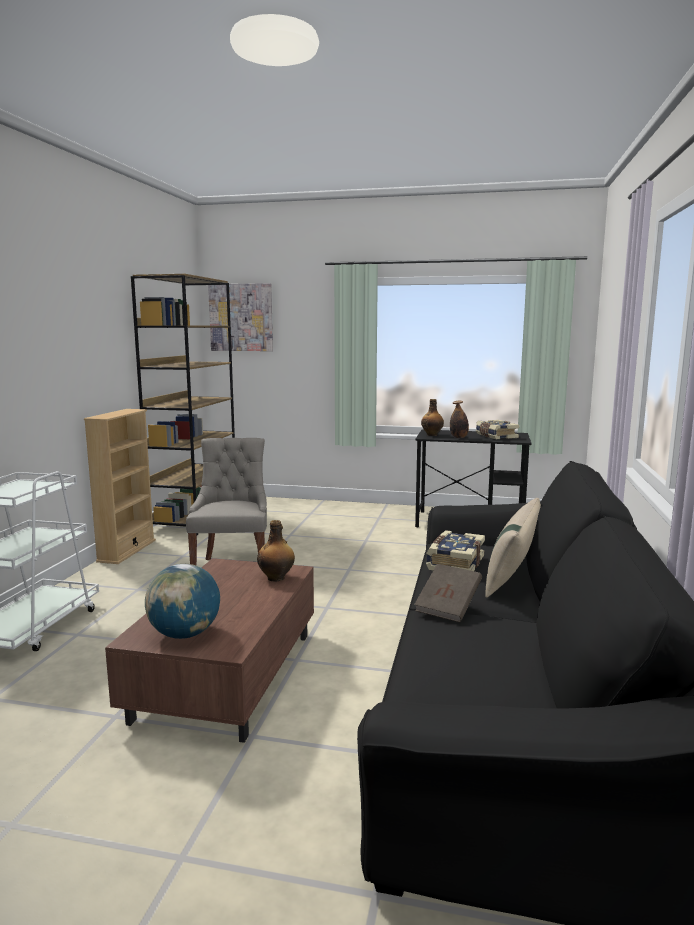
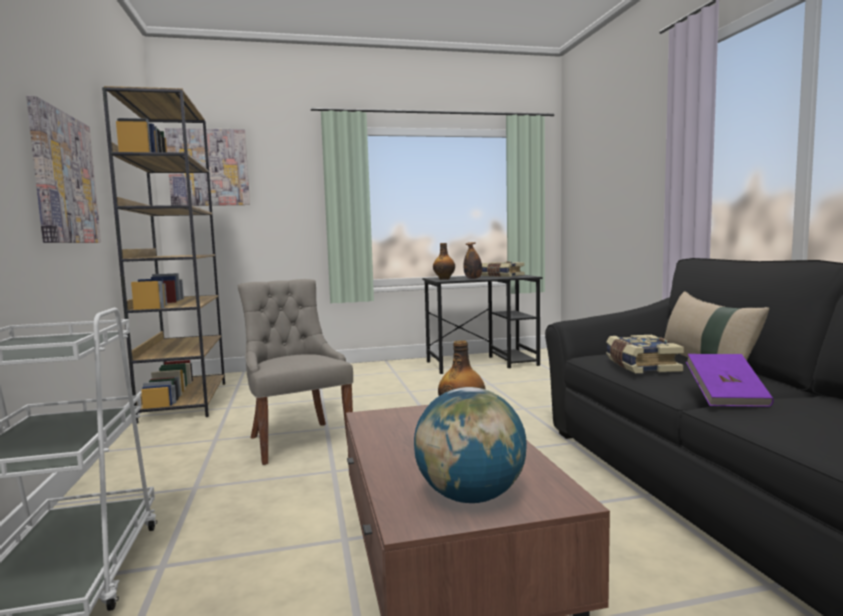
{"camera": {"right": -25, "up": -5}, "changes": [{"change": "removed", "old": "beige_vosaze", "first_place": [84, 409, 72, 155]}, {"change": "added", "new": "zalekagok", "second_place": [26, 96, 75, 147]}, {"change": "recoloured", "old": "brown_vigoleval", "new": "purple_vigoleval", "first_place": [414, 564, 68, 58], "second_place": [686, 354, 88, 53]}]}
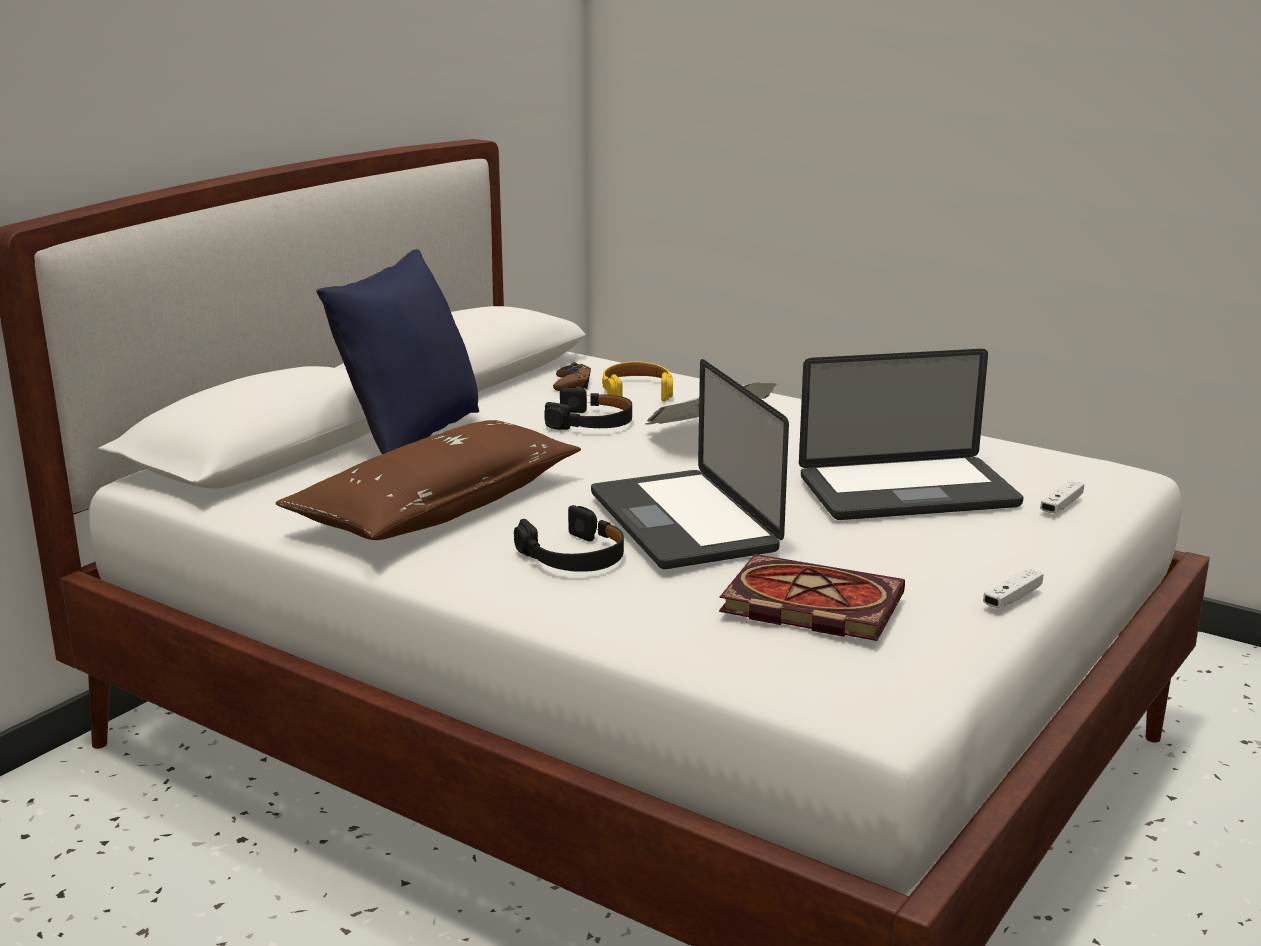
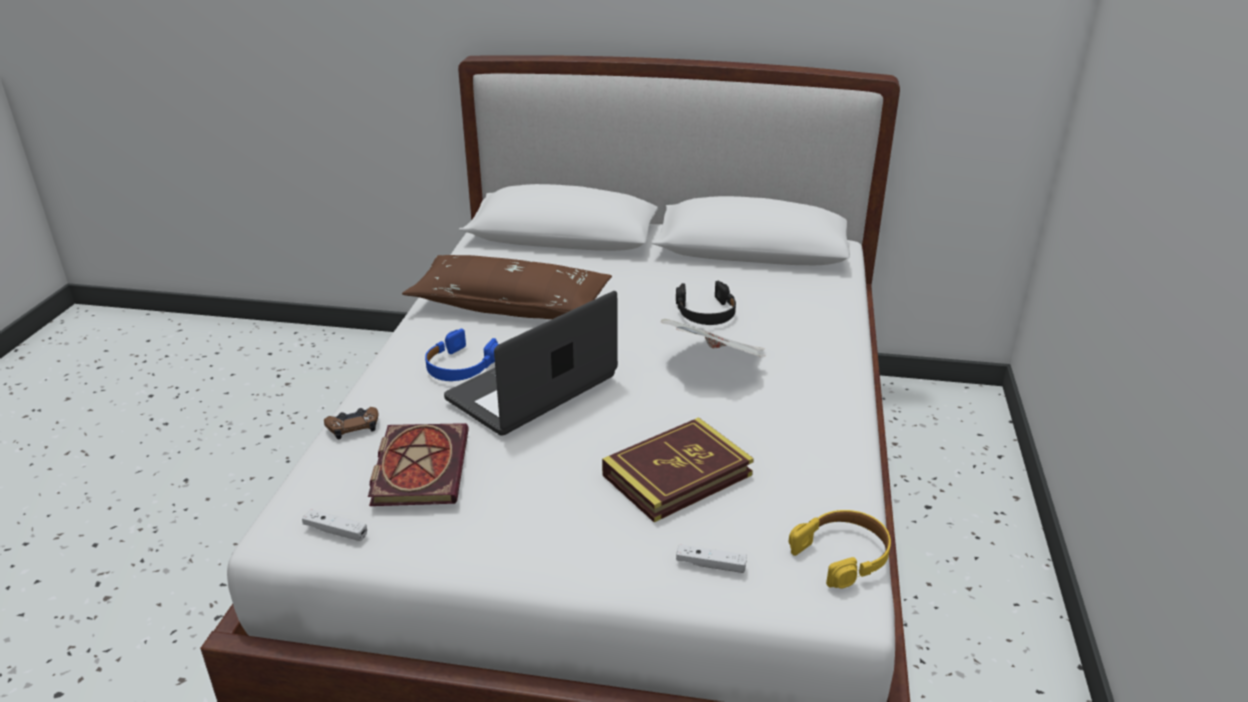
{"camera": {"right": 65, "up": 10}, "changes": [{"change": "removed", "old": "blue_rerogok", "first_place": [316, 249, 163, 205]}, {"change": "moved", "old": "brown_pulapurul", "first_place": [553, 362, 38, 29], "second_place": [324, 407, 54, 32]}, {"change": "moved", "old": "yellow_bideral", "first_place": [602, 362, 71, 40], "second_place": [789, 510, 102, 78]}, {"change": "moved", "old": "white_pulapurul", "first_place": [983, 568, 60, 40], "second_place": [302, 509, 65, 32]}, {"change": "replaced", "old": "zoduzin", "new": "vigoleval", "first_place": [799, 349, 224, 171], "second_place": [602, 417, 152, 105]}, {"change": "recoloured", "old": "black_bideral", "new": "blue_bideral", "first_place": [514, 505, 110, 67], "second_place": [425, 329, 74, 52]}]}
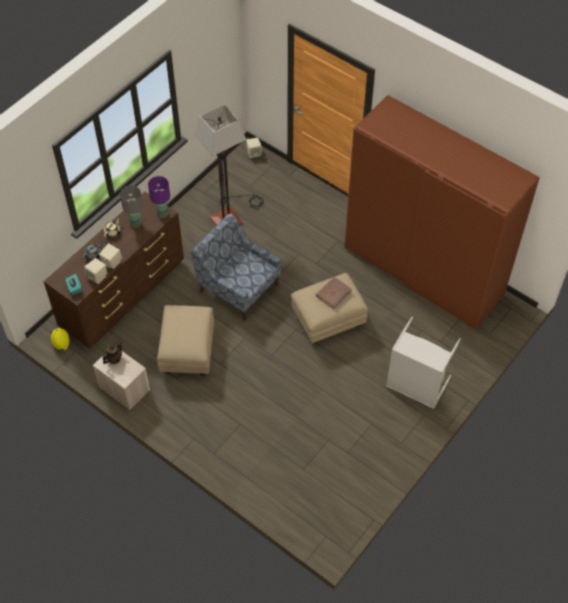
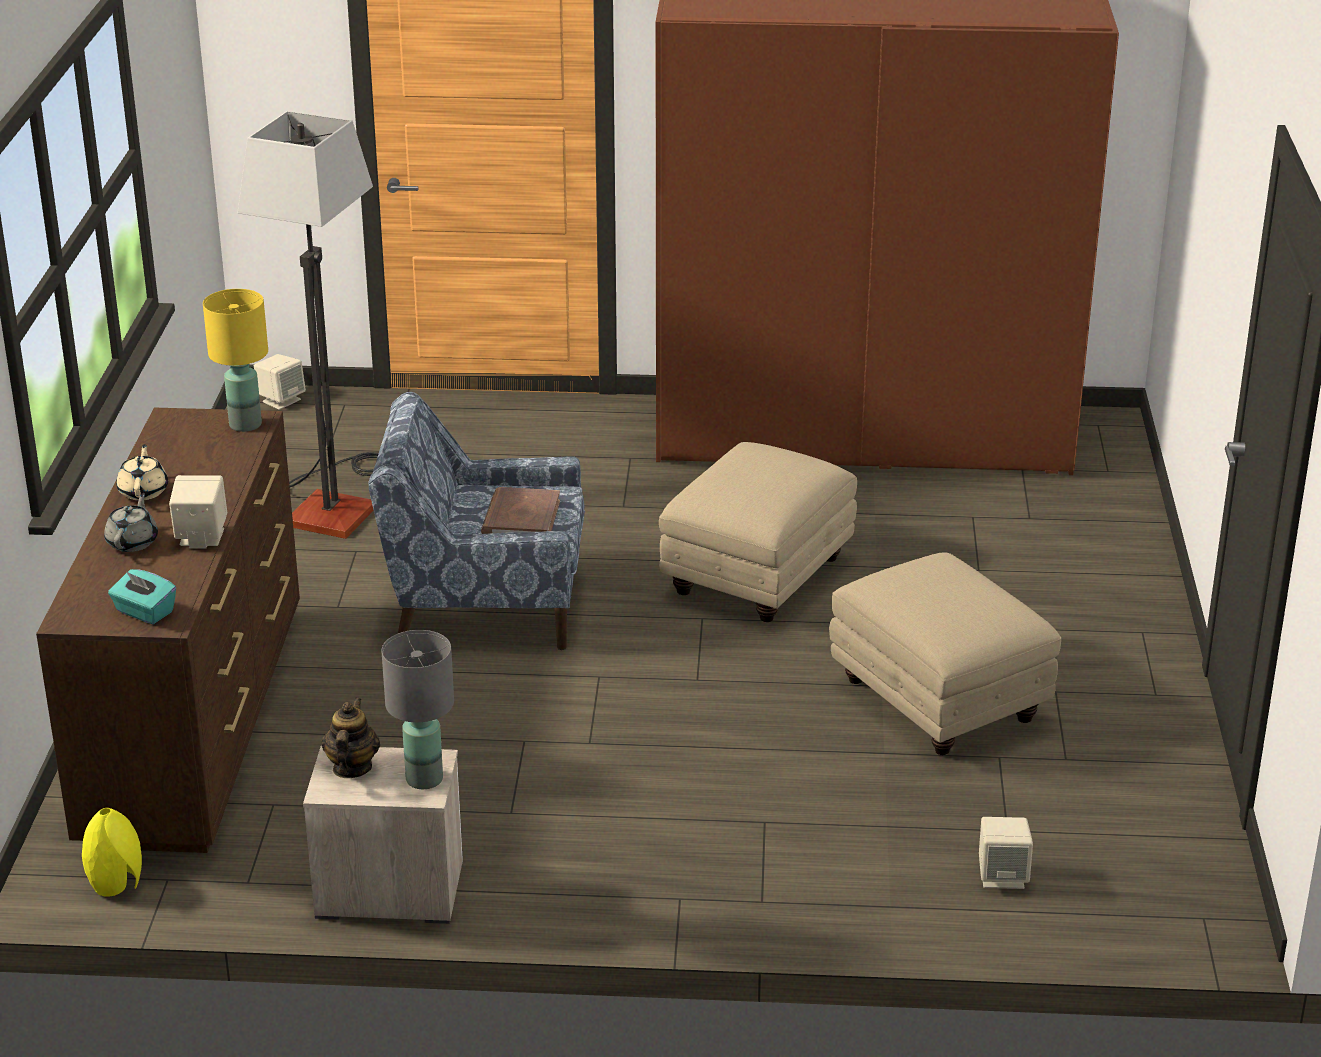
{"camera": {"right": -35, "up": -25}, "changes": [{"change": "removed", "old": "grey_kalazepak", "first_place": [386, 317, 75, 92]}, {"change": "moved", "old": "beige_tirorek", "first_place": [85, 258, 22, 26], "second_place": [979, 817, 54, 72]}, {"change": "moved", "old": "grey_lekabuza", "first_place": [120, 186, 23, 42], "second_place": [381, 630, 73, 159]}, {"change": "moved", "old": "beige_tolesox", "first_place": [157, 305, 57, 71], "second_place": [829, 552, 232, 203]}, {"change": "moved", "old": "brown_vigoleval", "first_place": [316, 277, 36, 32], "second_place": [481, 487, 79, 47]}, {"change": "recoloured", "old": "purple_lekabuza", "new": "yellow_lekabuza", "first_place": [148, 176, 22, 42], "second_place": [203, 289, 65, 143]}]}
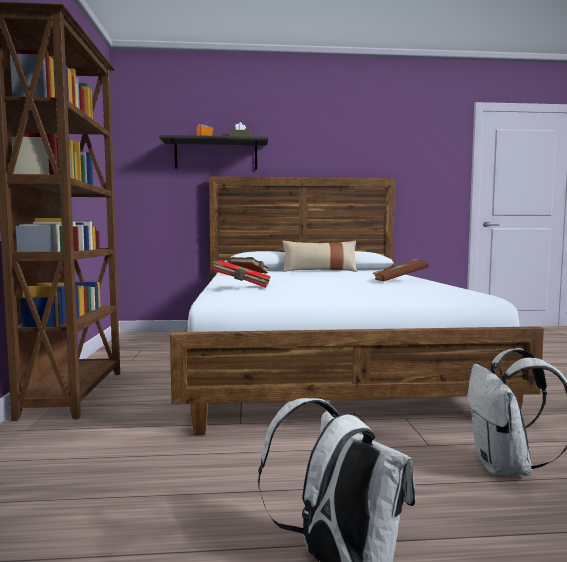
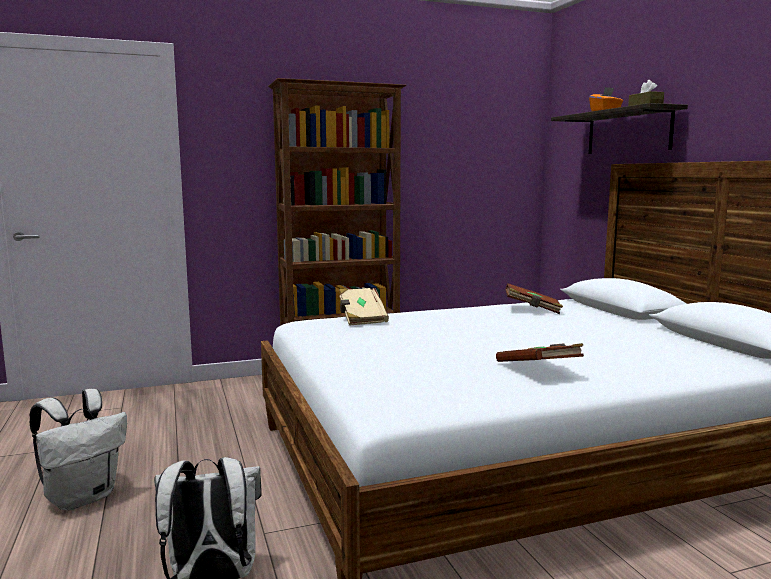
{"camera": {"right": 75, "up": 5}, "changes": [{"change": "removed", "old": "beige_rerogok", "first_place": [283, 241, 75, 31]}, {"change": "recoloured", "old": "red_vigoleval", "new": "beige_vigoleval", "first_place": [211, 260, 60, 28], "second_place": [339, 288, 50, 38]}]}
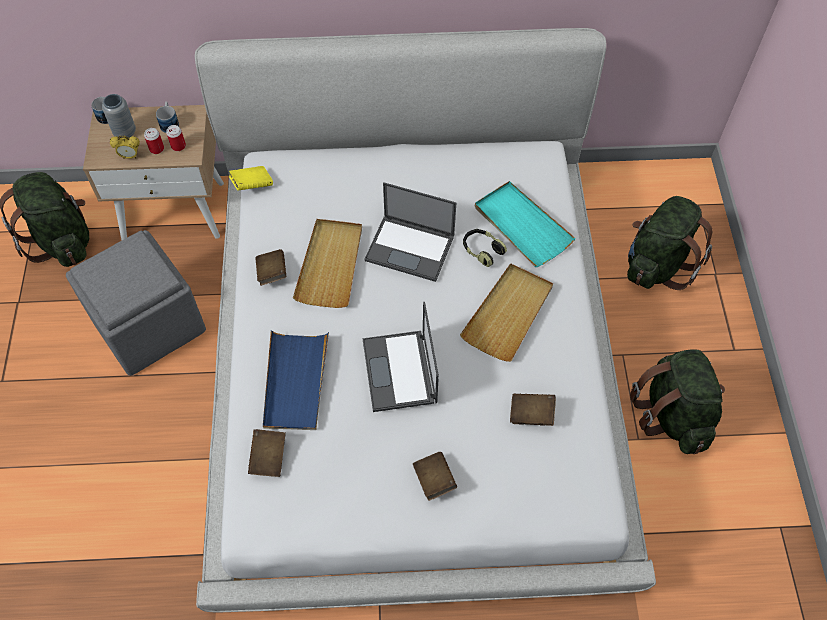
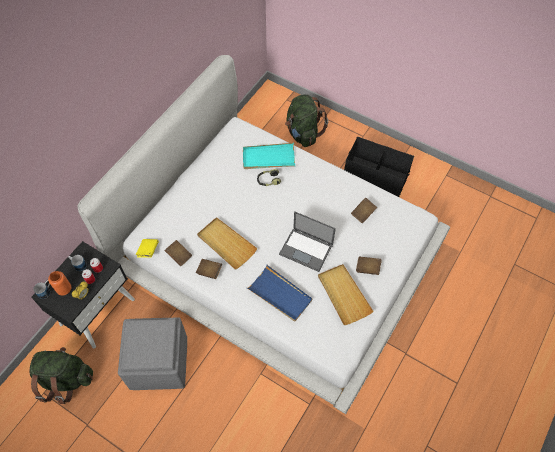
{"camera": {"right": -55, "up": 0}, "changes": [{"change": "removed", "old": "zoduzin", "first_place": [365, 182, 91, 100]}, {"change": "moved", "old": "brown_vigoleval", "first_place": [248, 429, 38, 48], "second_place": [165, 240, 27, 26]}, {"change": "moved", "old": "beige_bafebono", "first_place": [460, 263, 93, 99], "second_place": [318, 264, 56, 61]}, {"change": "replaced", "old": "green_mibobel", "new": "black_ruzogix", "first_place": [630, 350, 95, 104], "second_place": [344, 136, 70, 61]}, {"change": "recoloured", "old": "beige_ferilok", "new": "black_ferilok", "first_place": [83, 105, 141, 135], "second_place": [31, 241, 104, 108]}, {"change": "recoloured", "old": "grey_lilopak", "new": "orange_lilopak", "first_place": [102, 94, 34, 44], "second_place": [48, 271, 23, 25]}]}
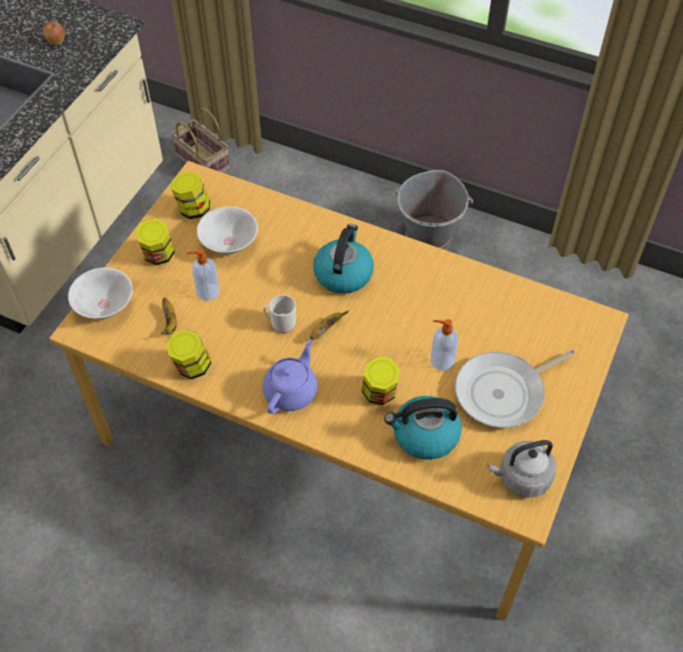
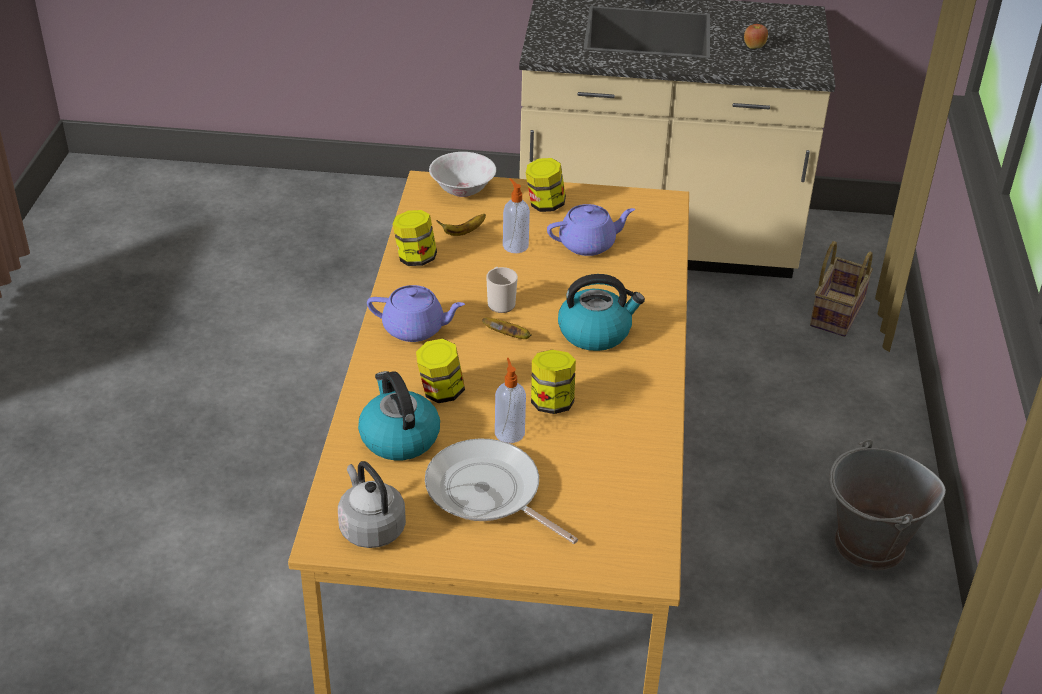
{"camera": {"right": 70, "up": -15}, "changes": [{"change": "moved", "old": "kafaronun", "first_place": [171, 171, 39, 48], "second_place": [531, 350, 45, 64]}, {"change": "replaced", "old": "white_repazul", "new": "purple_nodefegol", "first_place": [197, 206, 61, 48], "second_place": [547, 204, 88, 52]}]}
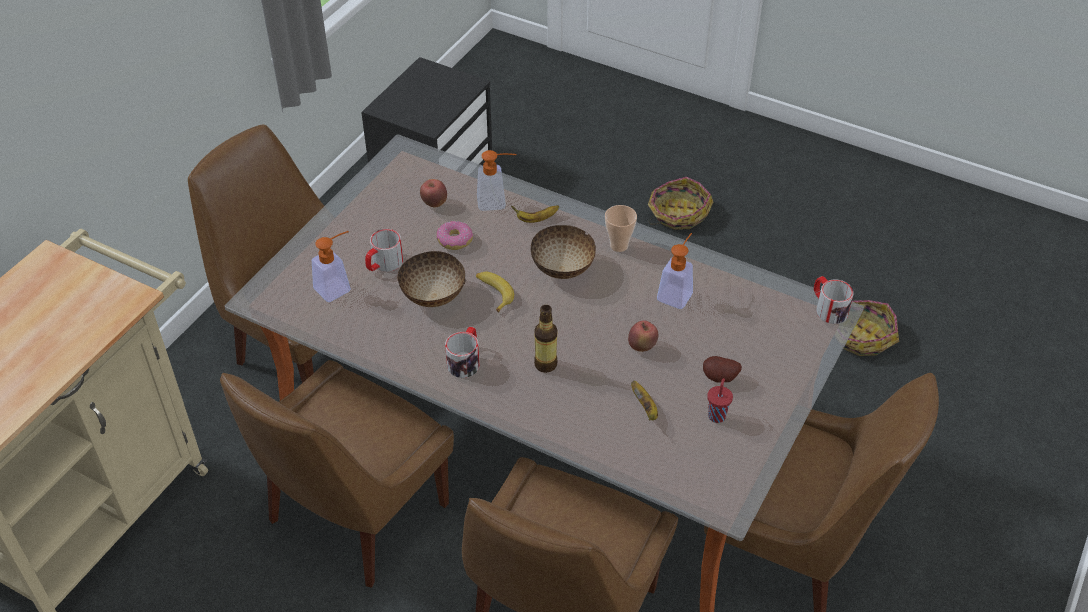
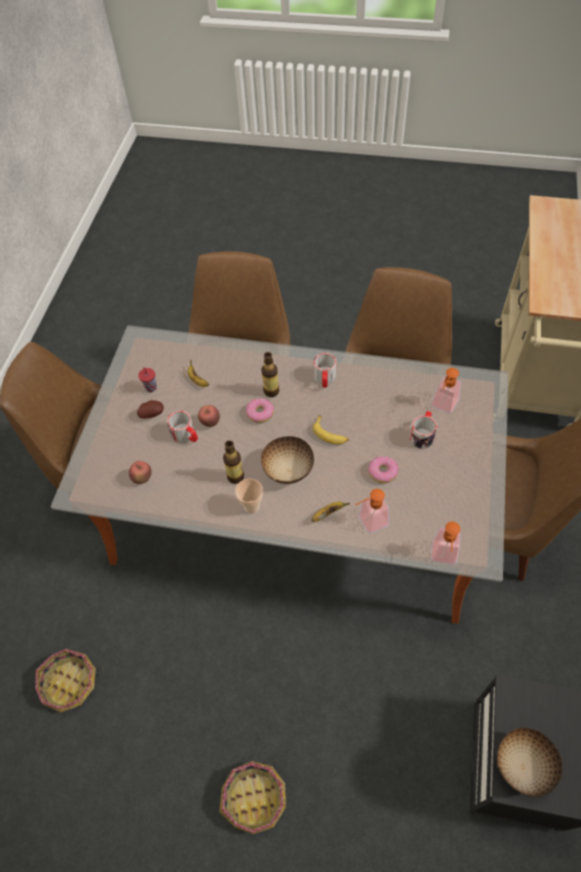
{"camera": {"right": 165, "up": 10}, "changes": [{"change": "added", "new": "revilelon", "second_place": [223, 440, 21, 44]}, {"change": "added", "new": "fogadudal", "second_place": [246, 398, 28, 25]}, {"change": "moved", "old": "repazul", "first_place": [397, 251, 69, 56], "second_place": [497, 728, 66, 69]}, {"change": "moved", "old": "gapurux", "first_place": [420, 179, 27, 28], "second_place": [129, 461, 23, 23]}, {"change": "moved", "old": "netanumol", "first_place": [657, 233, 36, 76], "second_place": [431, 522, 30, 42]}, {"change": "moved", "old": "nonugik", "first_place": [814, 276, 40, 48], "second_place": [167, 411, 31, 32]}]}
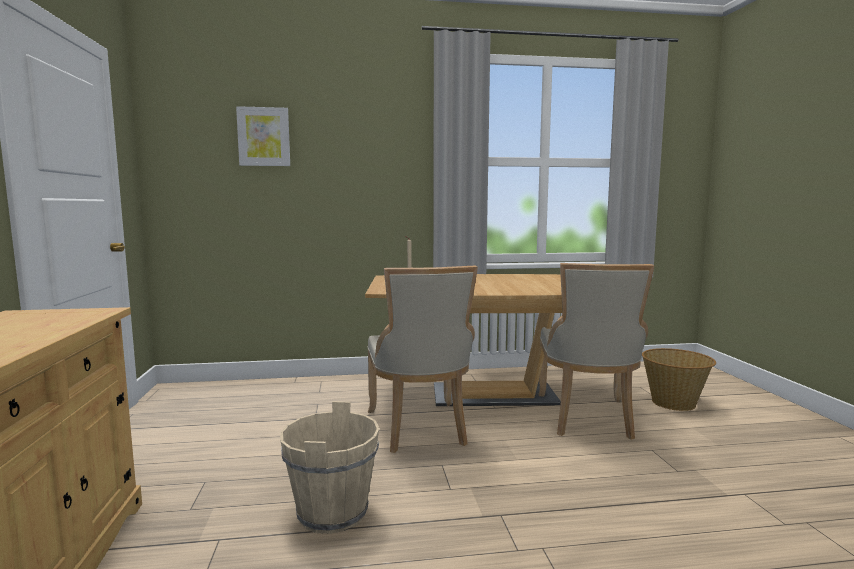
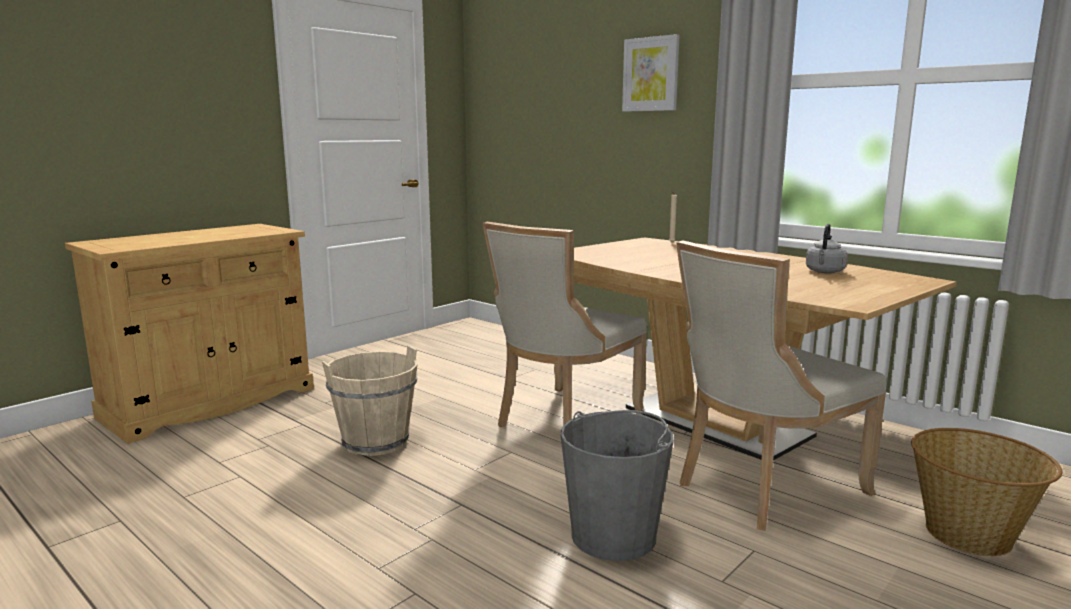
{"camera": {"right": 50, "up": 5}, "changes": [{"change": "added", "new": "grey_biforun", "second_place": [560, 410, 114, 151]}, {"change": "added", "new": "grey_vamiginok", "second_place": [806, 224, 42, 49]}, {"change": "moved", "old": "zalekagok", "first_place": [236, 106, 54, 60], "second_place": [622, 34, 58, 78]}]}
